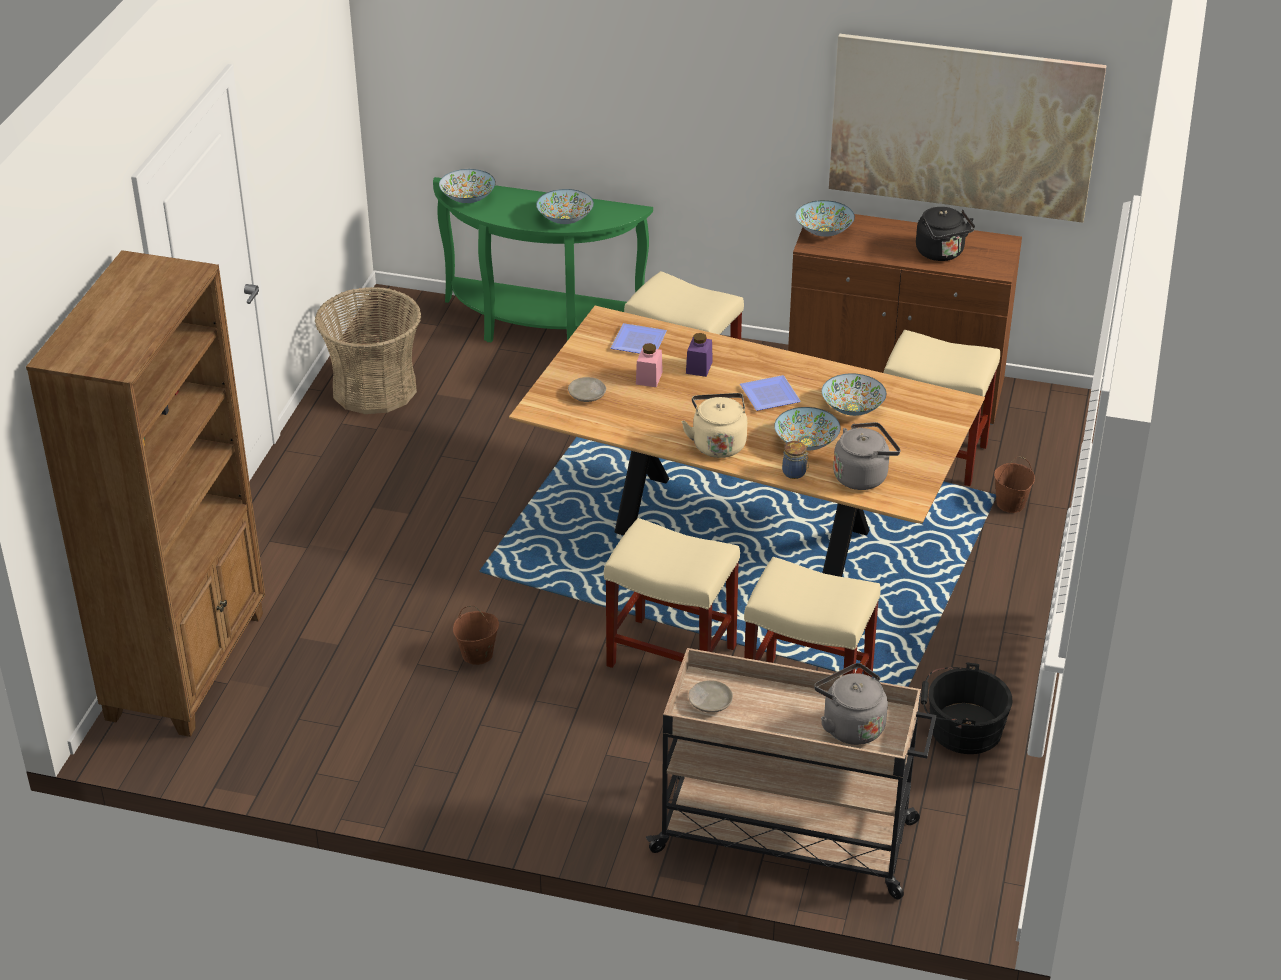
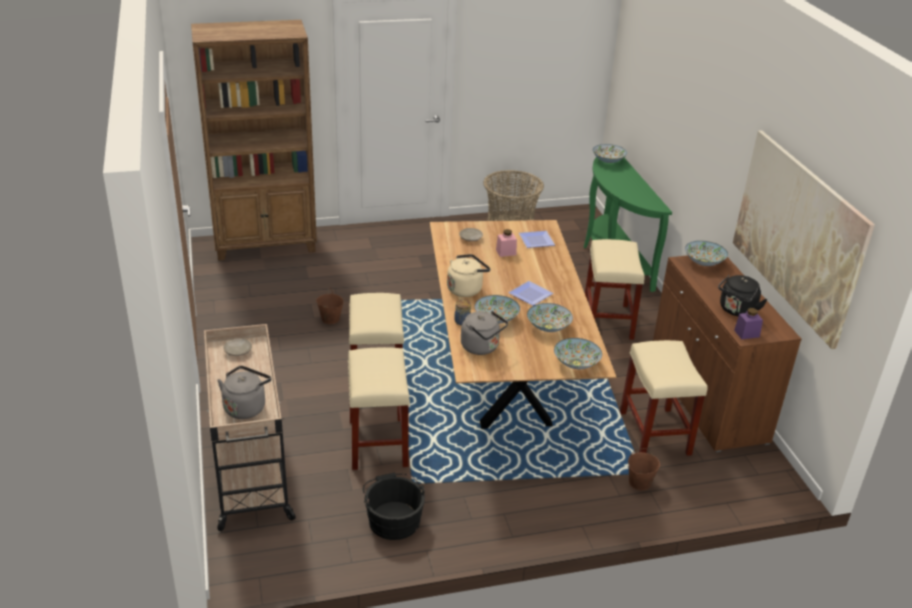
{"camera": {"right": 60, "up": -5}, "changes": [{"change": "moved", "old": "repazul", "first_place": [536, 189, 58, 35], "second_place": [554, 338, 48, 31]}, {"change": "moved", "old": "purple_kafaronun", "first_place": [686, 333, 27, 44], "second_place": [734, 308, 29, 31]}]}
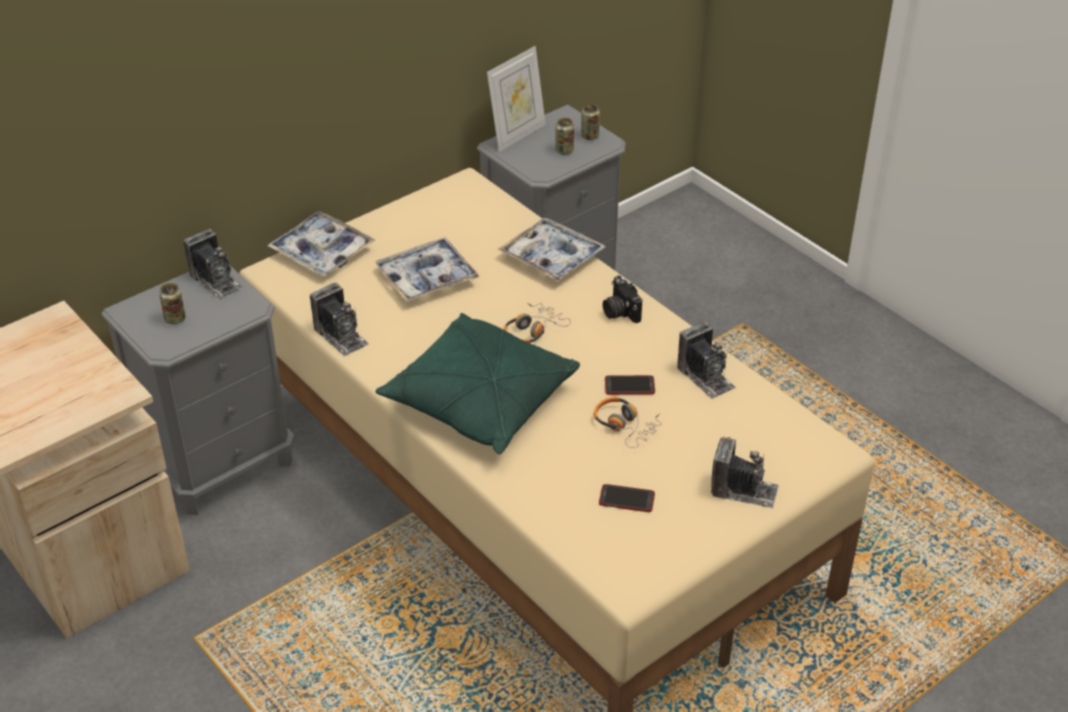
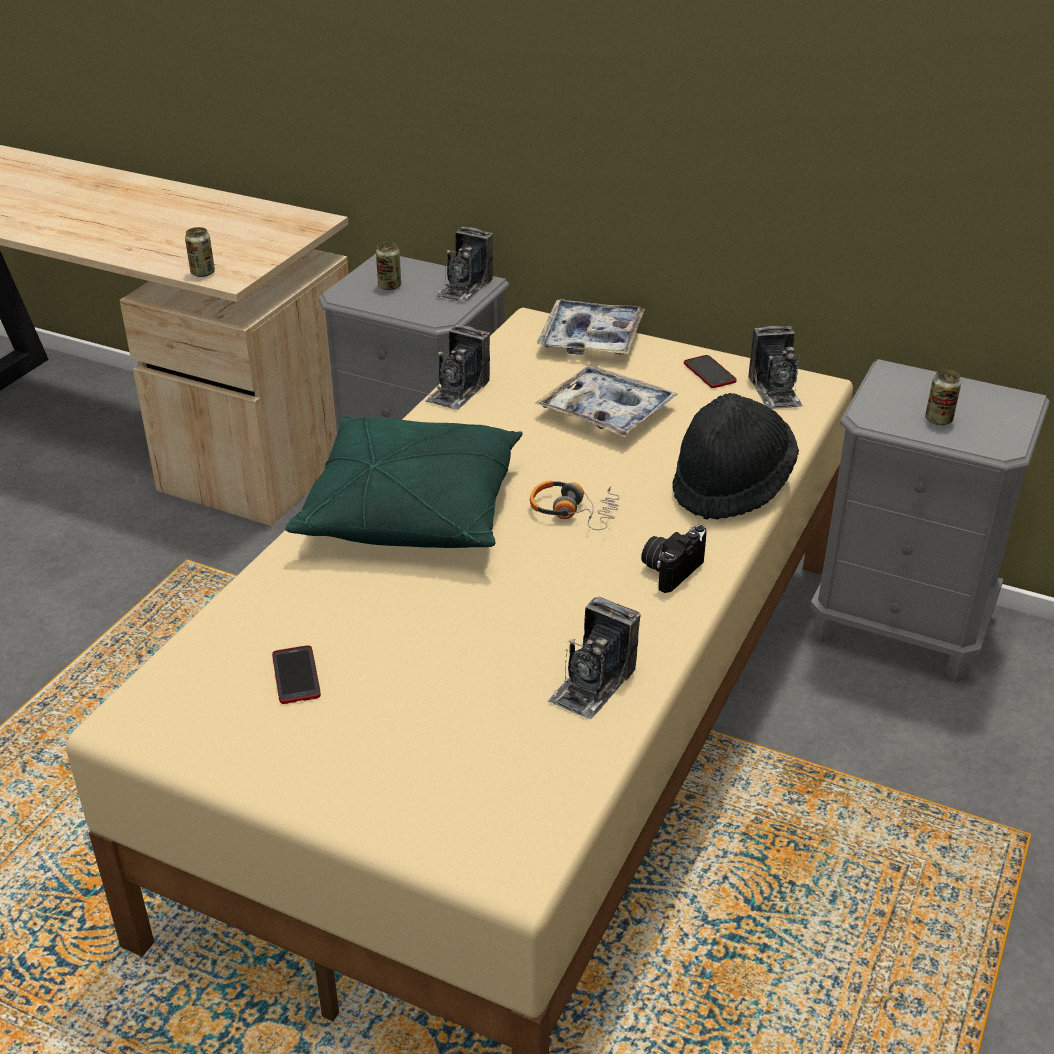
{"camera": {"right": 65, "up": -5}, "changes": [{"change": "removed", "old": "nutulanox", "first_place": [487, 46, 59, 106]}, {"change": "removed", "old": "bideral", "first_place": [594, 397, 68, 51]}, {"change": "moved", "old": "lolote", "first_place": [581, 103, 19, 37], "second_place": [185, 227, 30, 50]}, {"change": "moved", "old": "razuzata", "first_place": [605, 375, 50, 20], "second_place": [684, 355, 53, 33]}, {"change": "moved", "old": "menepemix", "first_place": [711, 436, 68, 73], "second_place": [748, 326, 55, 83]}, {"change": "replaced", "old": "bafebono", "new": "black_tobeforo", "first_place": [498, 218, 108, 64], "second_place": [672, 393, 127, 127]}]}
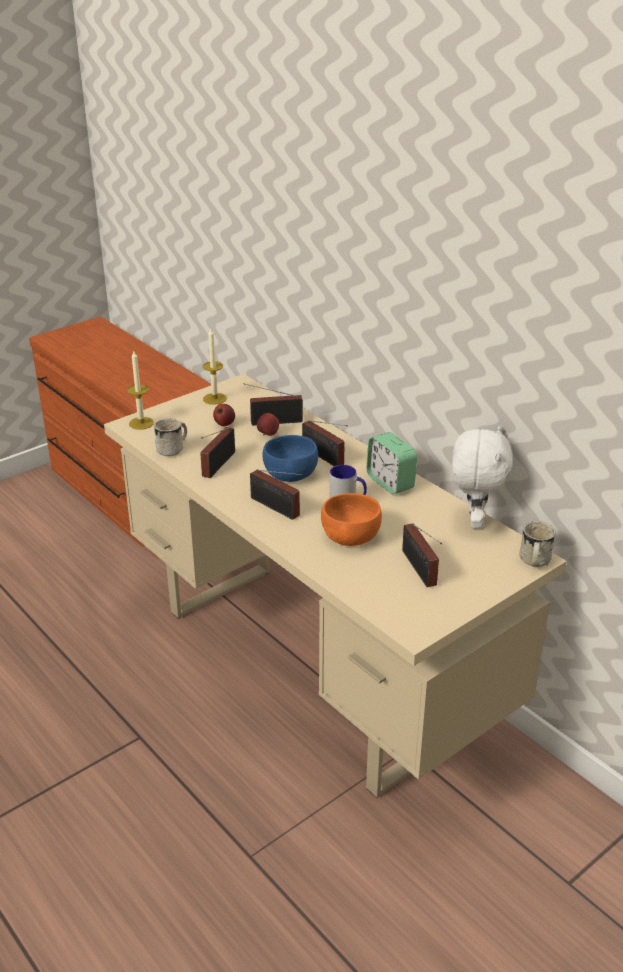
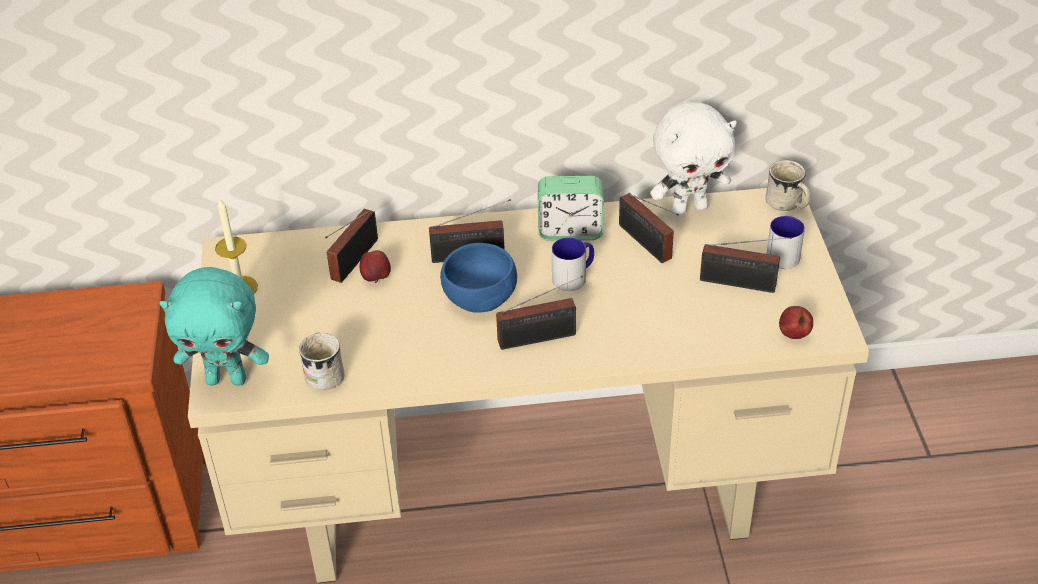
{"camera": {"right": -55, "up": 10}, "changes": [{"change": "removed", "old": "orange_repazul", "first_place": [321, 493, 61, 53]}, {"change": "added", "new": "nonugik", "second_place": [767, 216, 38, 53]}, {"change": "moved", "old": "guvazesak", "first_place": [200, 427, 35, 51], "second_place": [619, 193, 60, 70]}, {"change": "moved", "old": "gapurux", "first_place": [213, 404, 22, 22], "second_place": [779, 306, 34, 33]}, {"change": "replaced", "old": "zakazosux", "new": "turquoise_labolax", "first_place": [127, 351, 27, 79], "second_place": [160, 267, 109, 119]}, {"change": "turned", "old": "white_labolax", "first_place": [452, 426, 61, 103], "second_place": [650, 102, 87, 113], "degrees": 120}]}
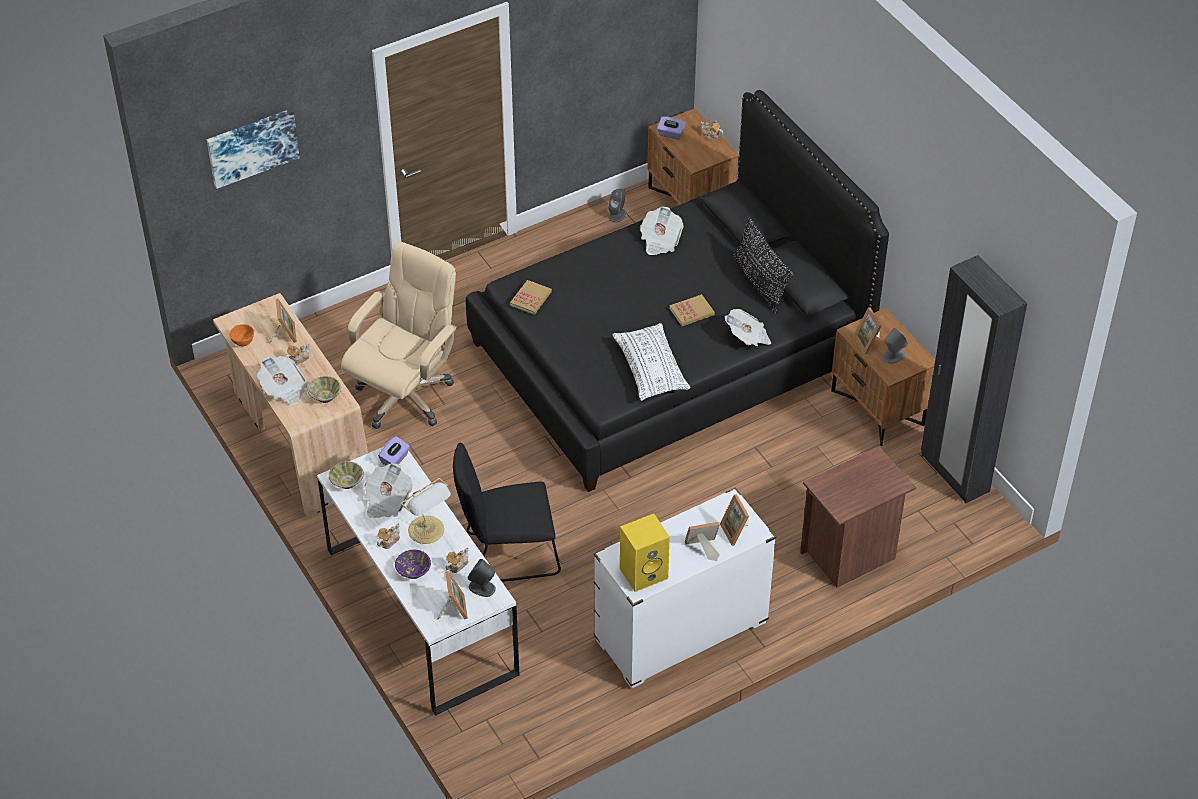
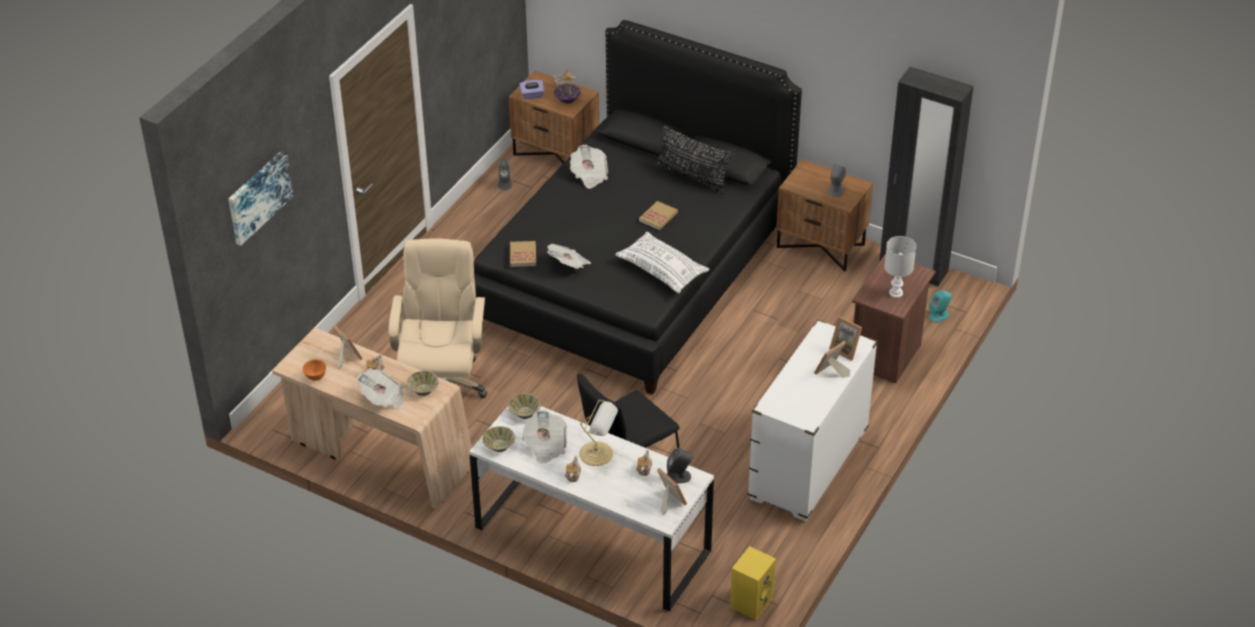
{"camera": {"right": -30, "up": -5}, "changes": [{"change": "removed", "old": "nutulanox", "first_place": [854, 307, 28, 47]}, {"change": "added", "new": "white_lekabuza", "second_place": [884, 236, 32, 62]}, {"change": "added", "new": "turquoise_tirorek", "second_place": [929, 290, 23, 32]}, {"change": "moved", "old": "purple_repazul", "first_place": [395, 550, 36, 29], "second_place": [554, 84, 27, 20]}, {"change": "moved", "old": "yellow_tirorek", "first_place": [620, 514, 50, 78], "second_place": [730, 546, 46, 74]}, {"change": "moved", "old": "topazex", "first_place": [725, 309, 46, 37], "second_place": [547, 244, 44, 25]}, {"change": "replaced", "old": "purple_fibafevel", "new": "beige_repazul", "first_place": [378, 436, 32, 29], "second_place": [508, 394, 33, 25]}]}
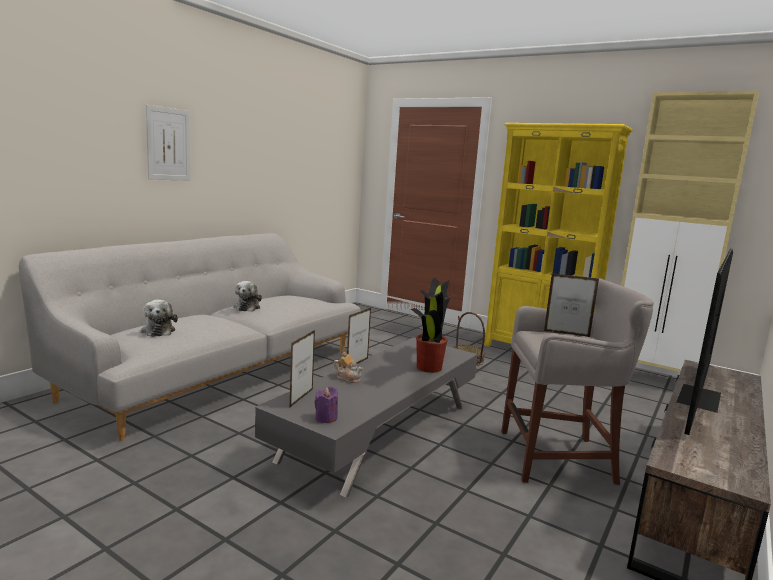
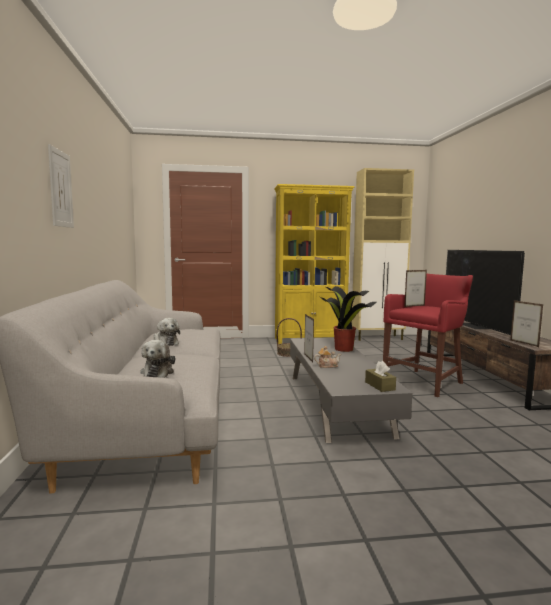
{"camera": {"right": -40, "up": -5}, "changes": [{"change": "moved", "old": "nutulanox", "first_place": [290, 330, 25, 77], "second_place": [510, 300, 33, 47]}, {"change": "replaced", "old": "purple_zakazosux", "new": "brown_fibafevel", "first_place": [314, 386, 24, 37], "second_place": [365, 361, 31, 31]}, {"change": "recoloured", "old": "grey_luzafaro", "new": "red_luzafaro", "first_place": [501, 278, 153, 207], "second_place": [383, 274, 90, 123]}, {"change": "turned", "old": "labolax", "first_place": [141, 300, 37, 37], "second_place": [140, 340, 35, 38], "degrees": 60}]}
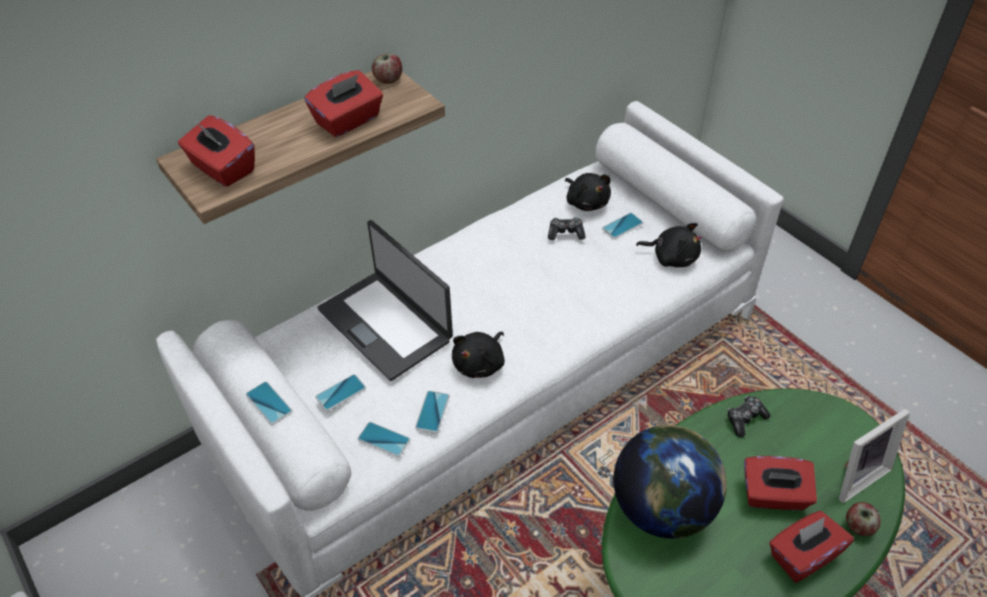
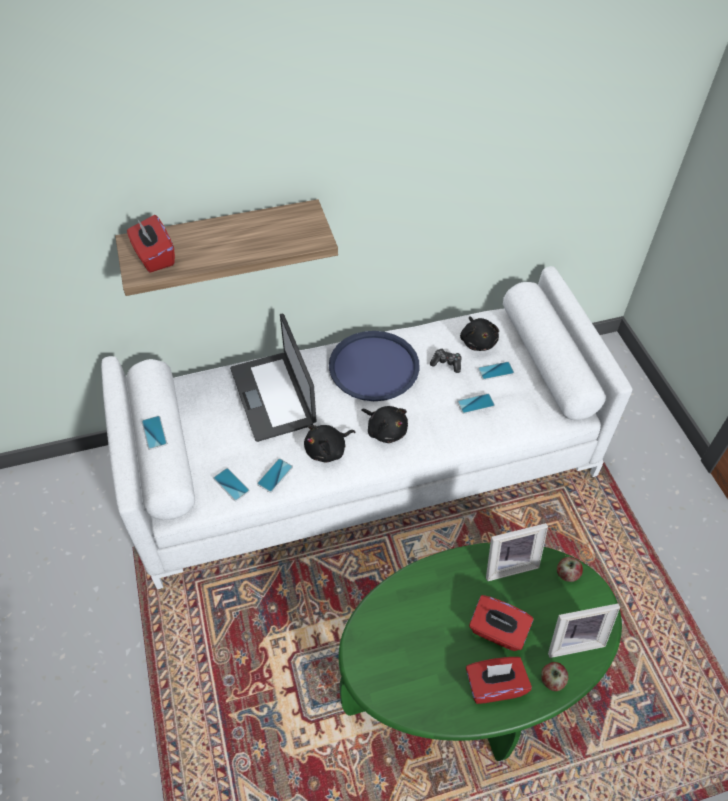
{"camera": {"right": 20, "up": 5}, "changes": [{"change": "removed", "old": "red_fibafevel", "first_place": [304, 70, 79, 67]}, {"change": "removed", "old": "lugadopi", "first_place": [613, 425, 114, 114]}, {"change": "added", "new": "blue_bafebono", "second_place": [329, 331, 91, 70]}, {"change": "moved", "old": "razuzata", "first_place": [315, 374, 51, 37], "second_place": [457, 394, 38, 20]}, {"change": "moved", "old": "gapurux", "first_place": [372, 54, 30, 30], "second_place": [557, 557, 26, 25]}, {"change": "moved", "old": "black_labolax", "first_place": [636, 223, 66, 44], "second_place": [361, 406, 47, 37]}, {"change": "replaced", "old": "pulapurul", "new": "nutulanox", "first_place": [727, 396, 43, 41], "second_place": [486, 523, 62, 58]}]}
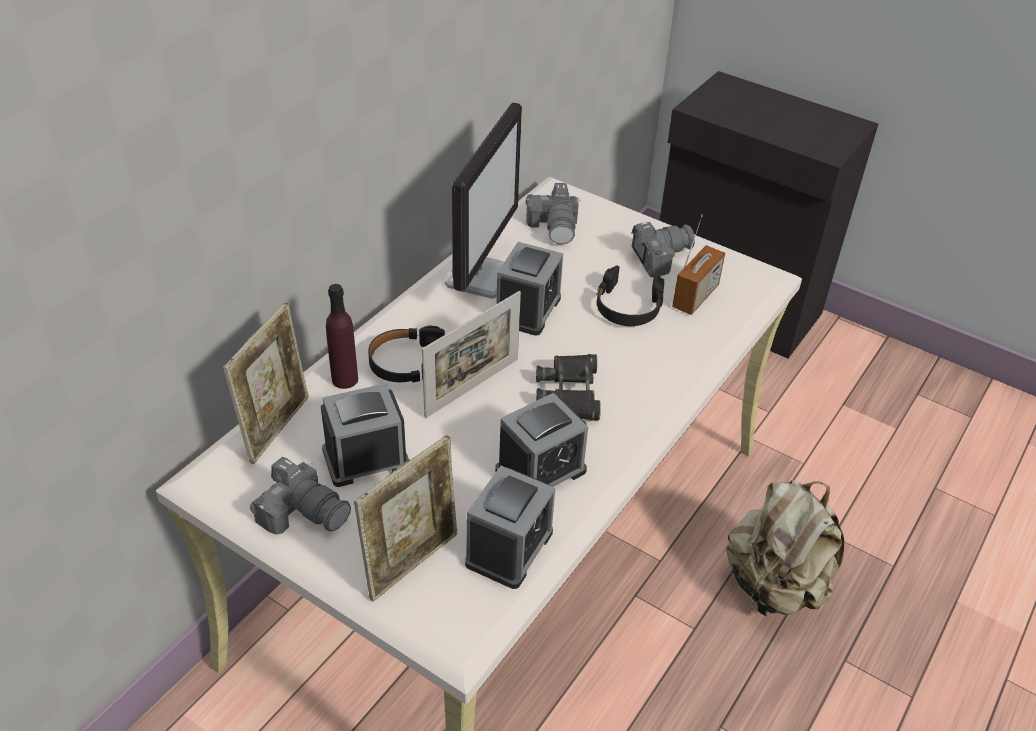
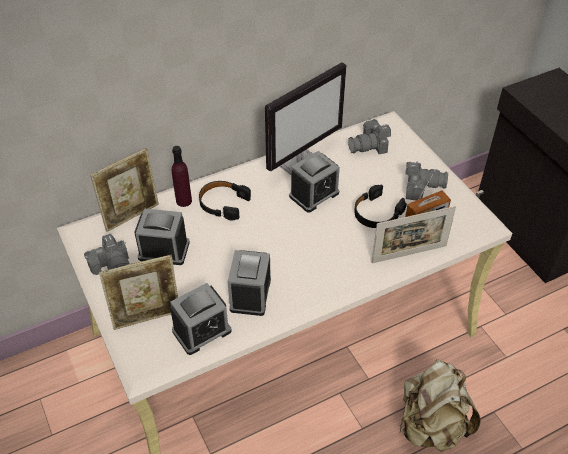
{"camera": {"right": 30, "up": 5}, "changes": [{"change": "removed", "old": "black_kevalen", "first_place": [536, 354, 65, 67]}, {"change": "moved", "old": "nutulanox", "first_place": [422, 291, 99, 127], "second_place": [371, 206, 85, 57]}, {"change": "turned", "old": "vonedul", "first_place": [495, 393, 93, 94], "second_place": [227, 250, 44, 66], "degrees": 105}, {"change": "turned", "old": "menepemix", "first_place": [526, 183, 54, 61], "second_place": [348, 119, 43, 35], "degrees": 45}]}
